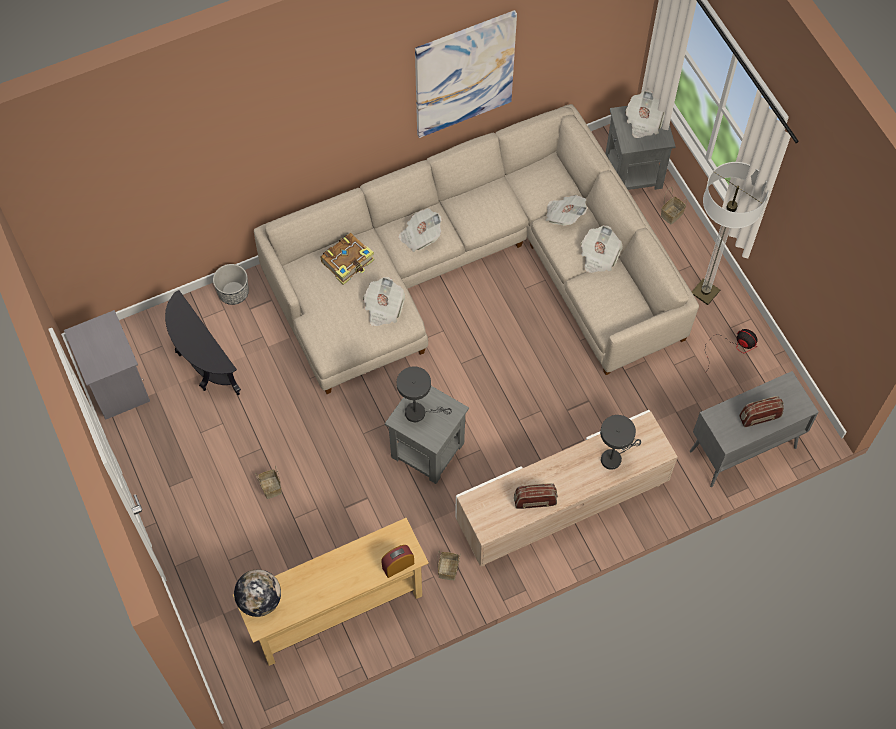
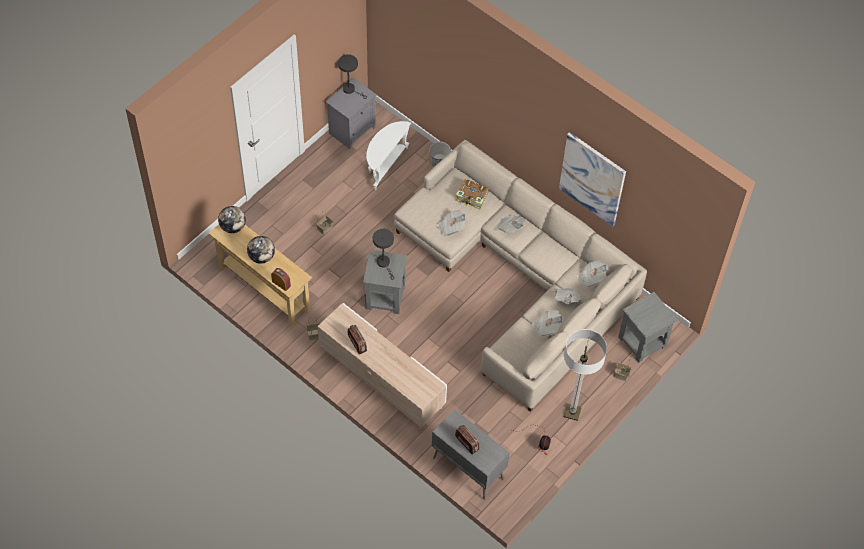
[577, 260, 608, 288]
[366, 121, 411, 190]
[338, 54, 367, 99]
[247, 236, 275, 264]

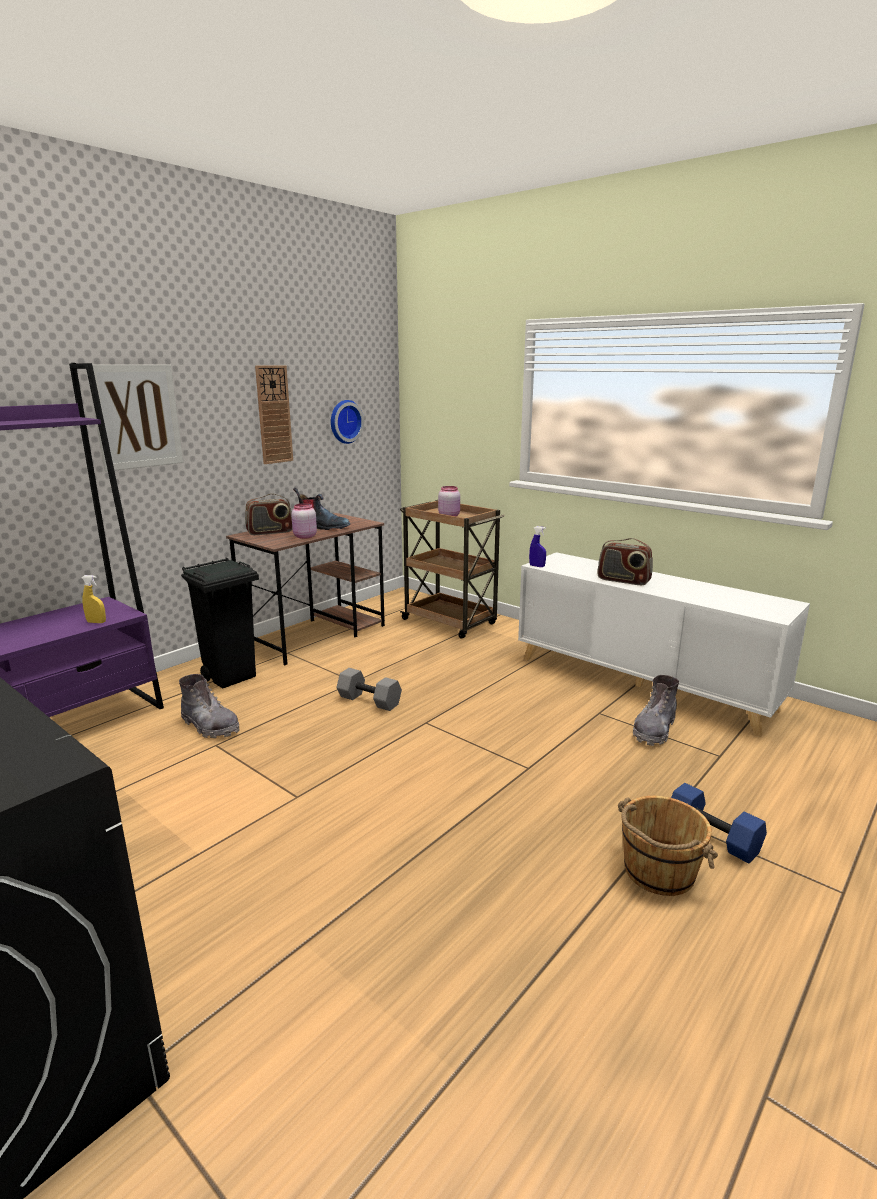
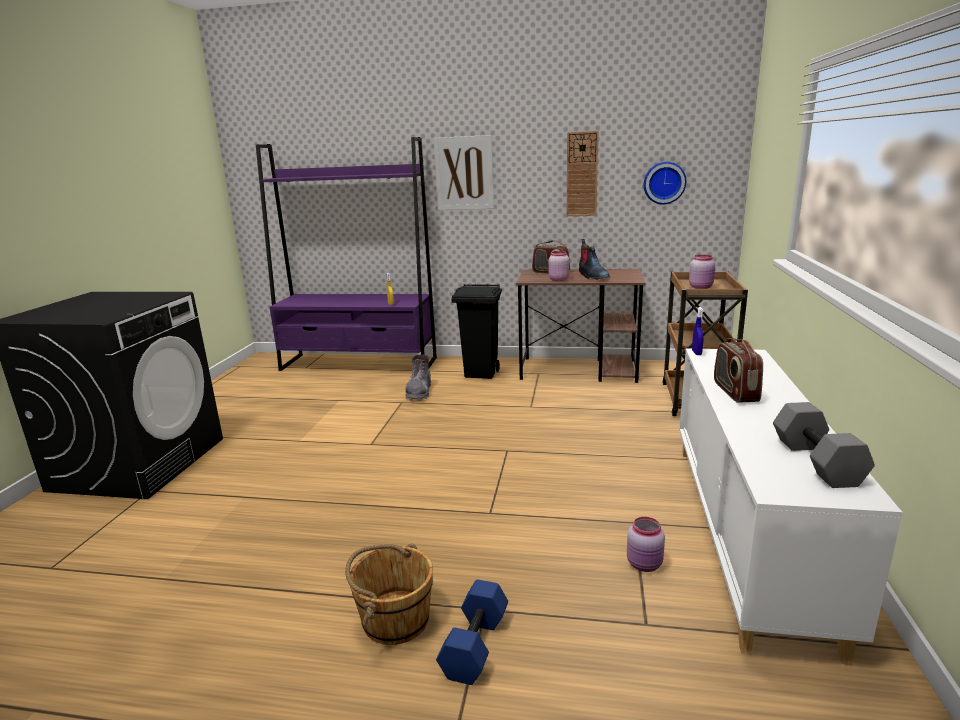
[773, 402, 875, 488]
[627, 517, 665, 572]

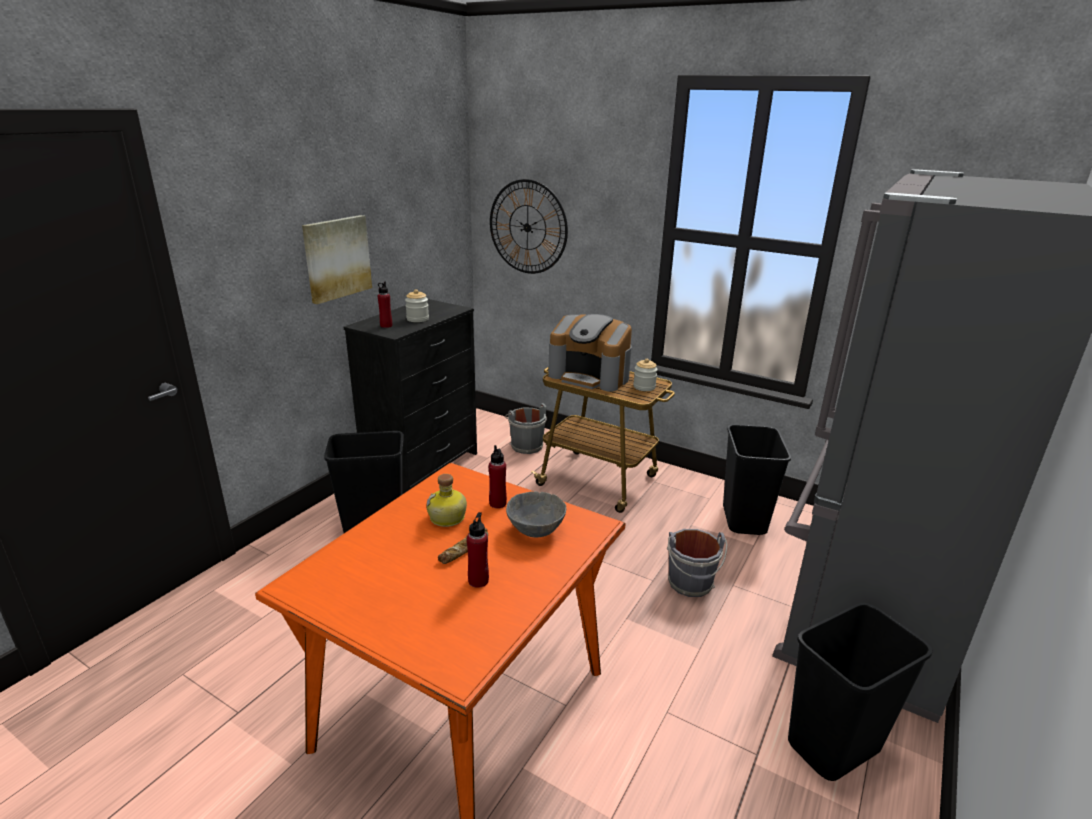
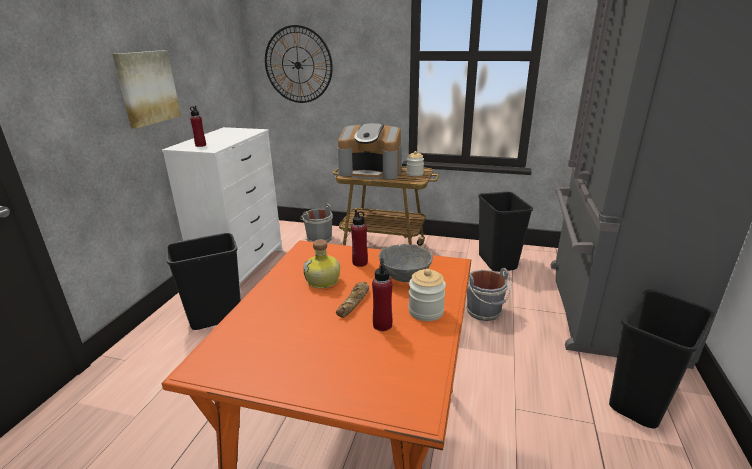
[408, 269, 446, 321]
[162, 127, 282, 292]

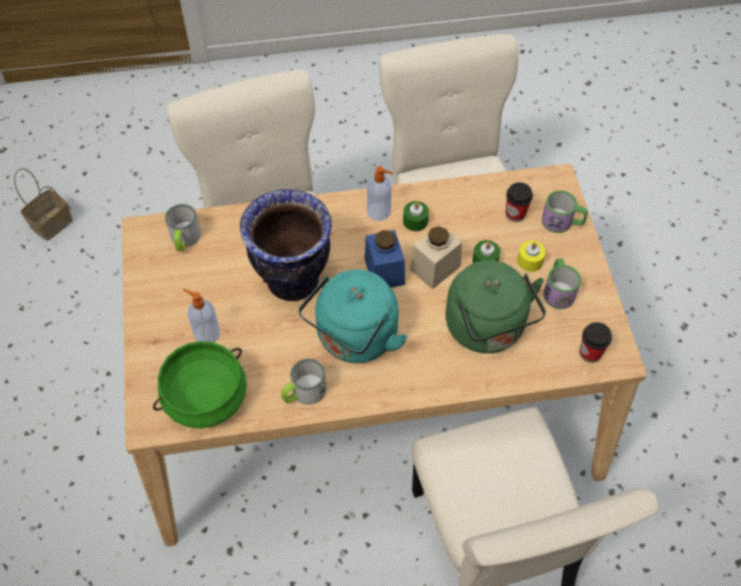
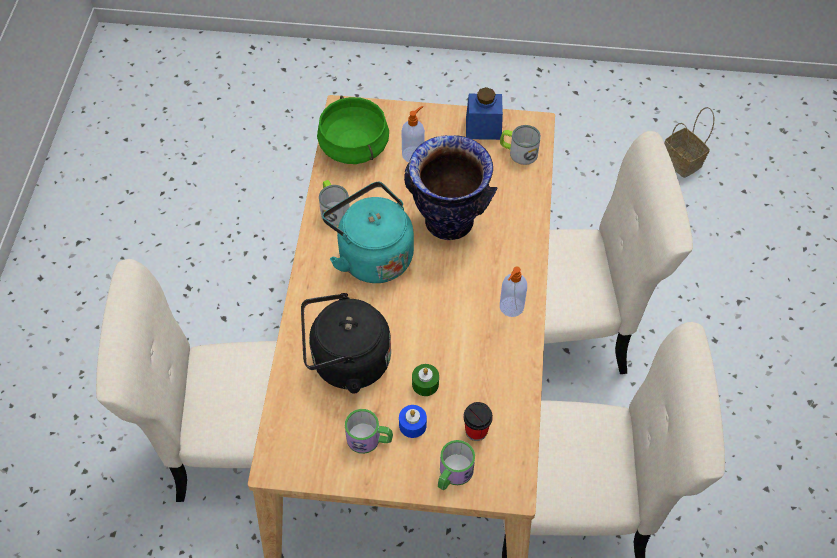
[403, 201, 429, 231] (first image)
[410, 225, 462, 289] (first image)
[466, 87, 503, 140]
[399, 405, 427, 438]
[301, 293, 391, 394]
[579, 322, 612, 363] (first image)

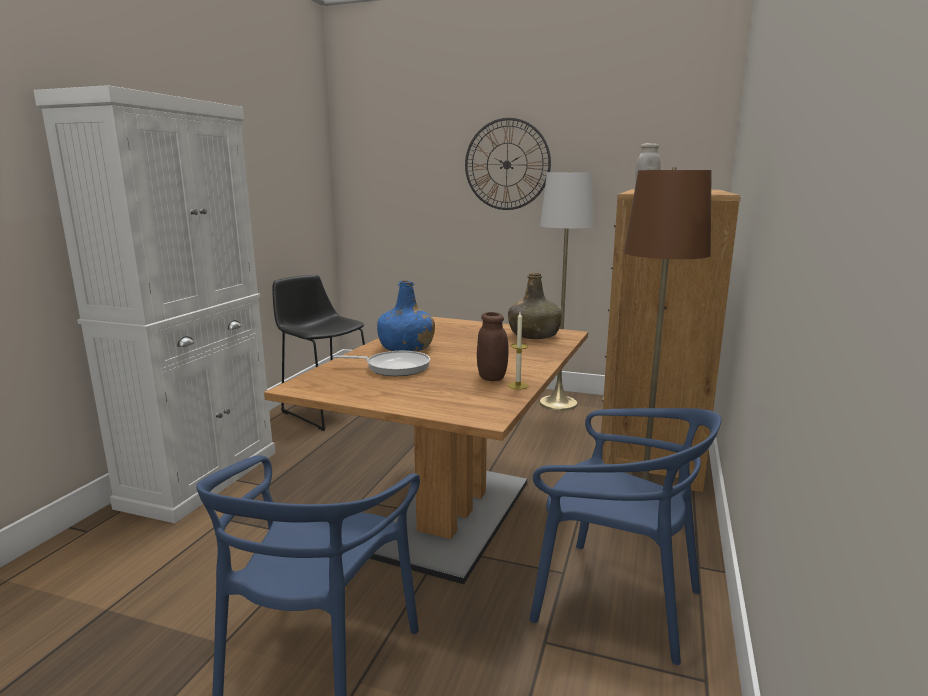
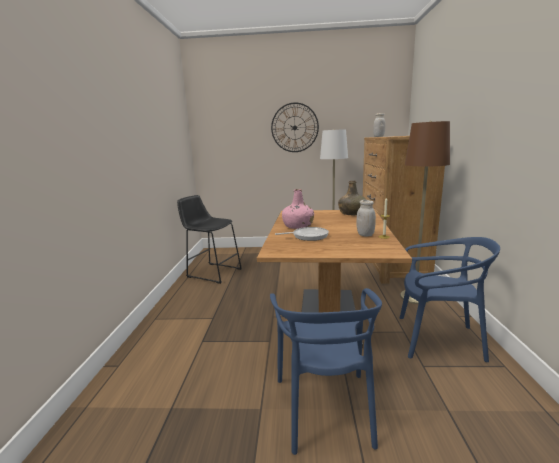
[33, 85, 276, 523] (first image)
[282, 189, 314, 229]
[357, 200, 376, 237]

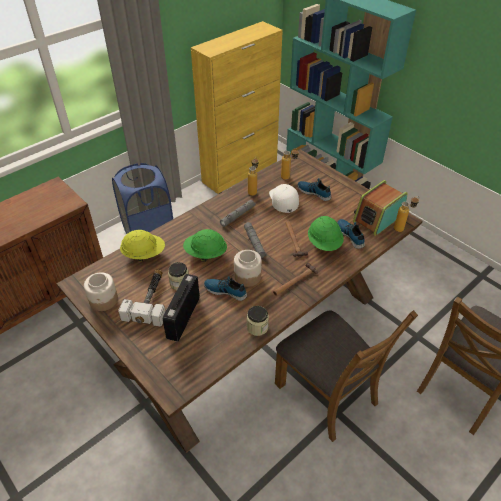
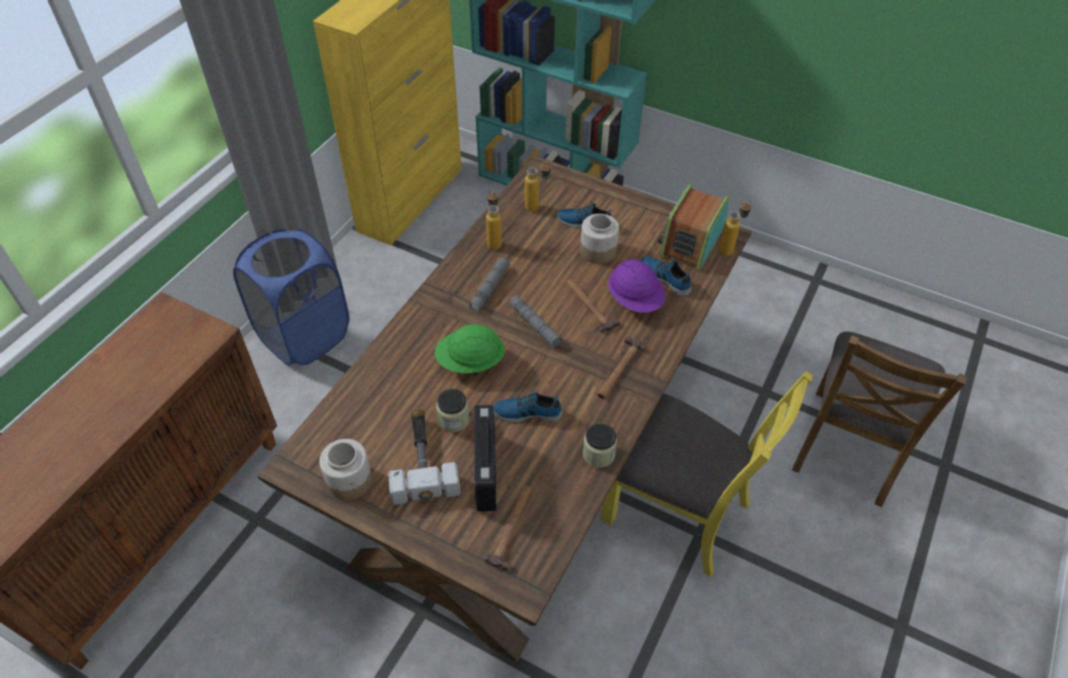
[269, 184, 299, 213] (first image)
[608, 259, 665, 313]
[120, 230, 165, 262] (first image)
[580, 214, 619, 264]
[600, 371, 814, 577]
[484, 485, 532, 571]

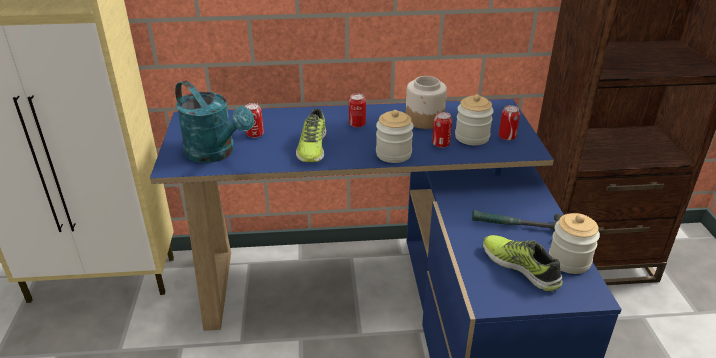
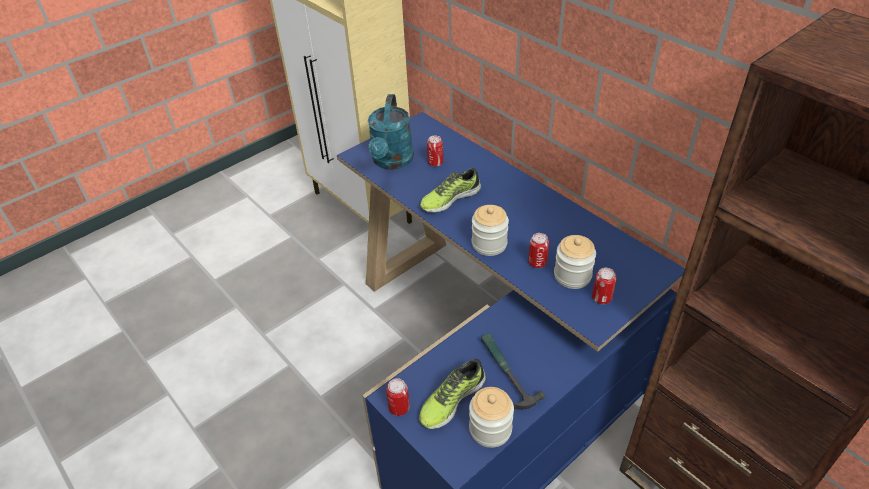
[406, 76, 447, 129] (first image)
[386, 378, 410, 416]
[419, 359, 486, 429]

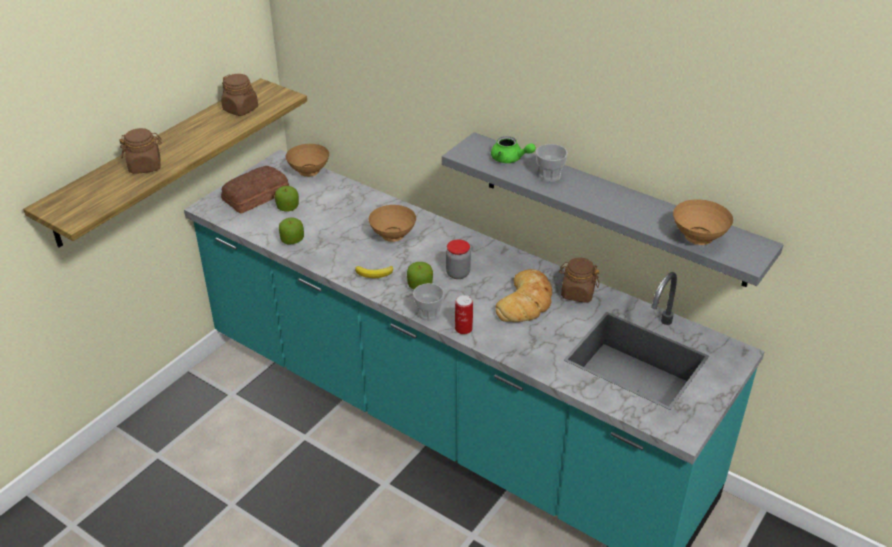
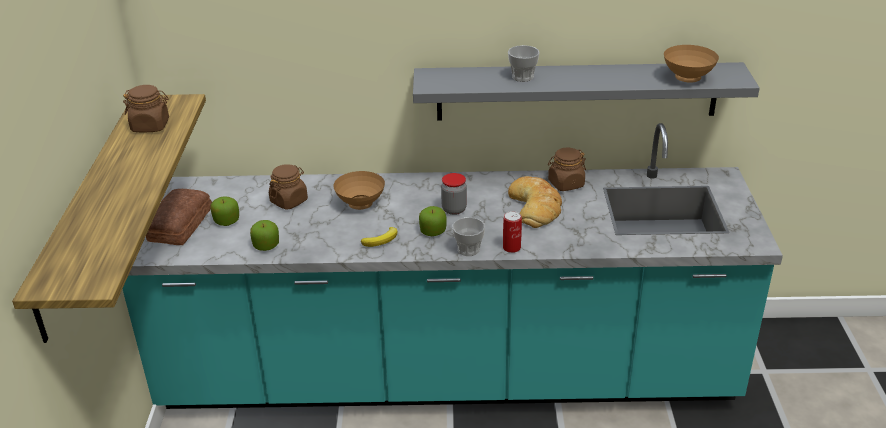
[269, 164, 308, 210]
[491, 136, 536, 163] (first image)
[286, 144, 329, 177] (first image)

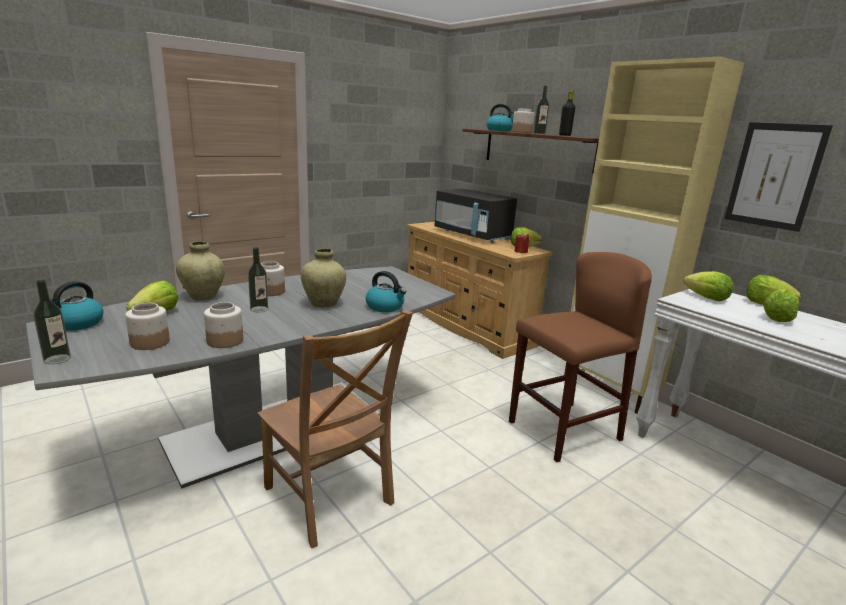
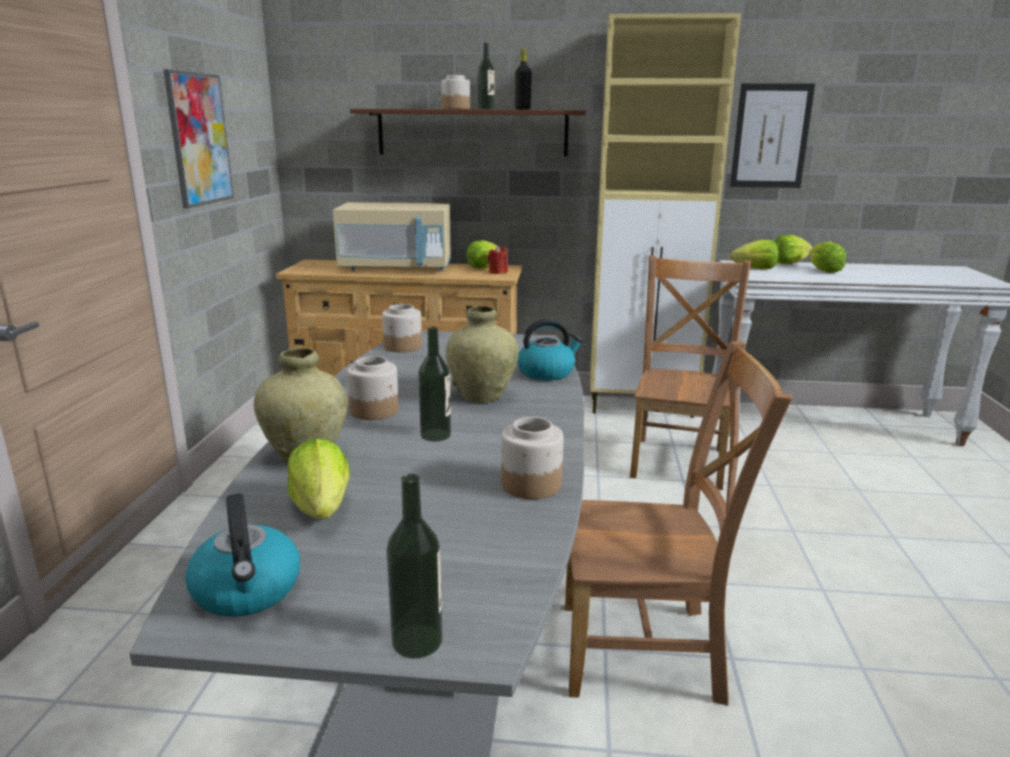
[486, 104, 514, 131] (first image)
[333, 202, 451, 271]
[630, 255, 751, 490]
[382, 304, 422, 353]
[163, 69, 234, 209]

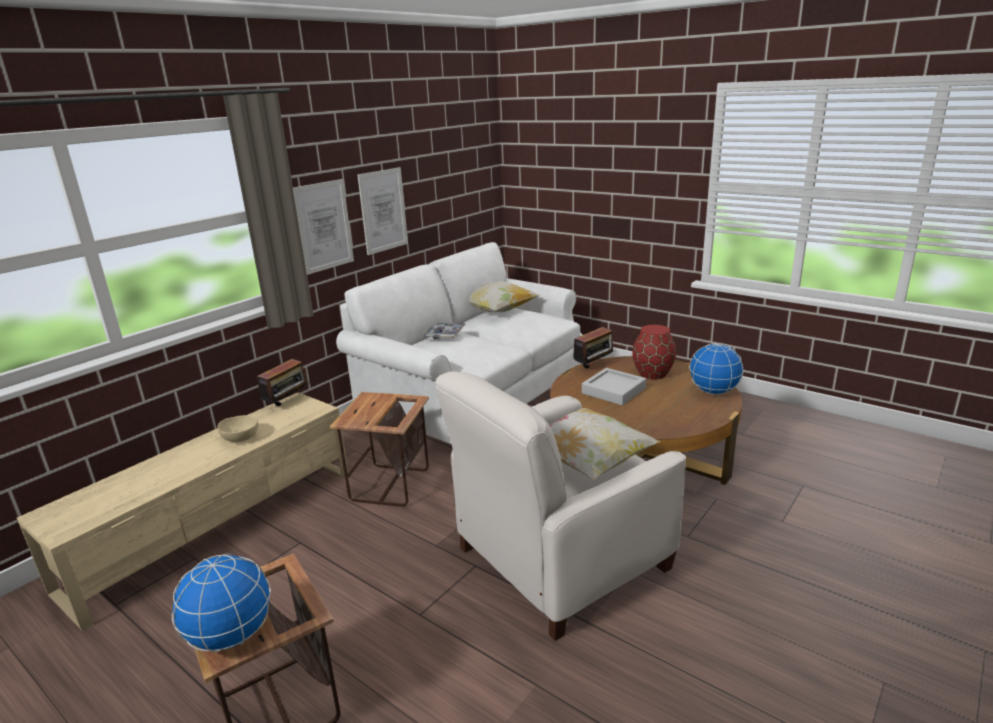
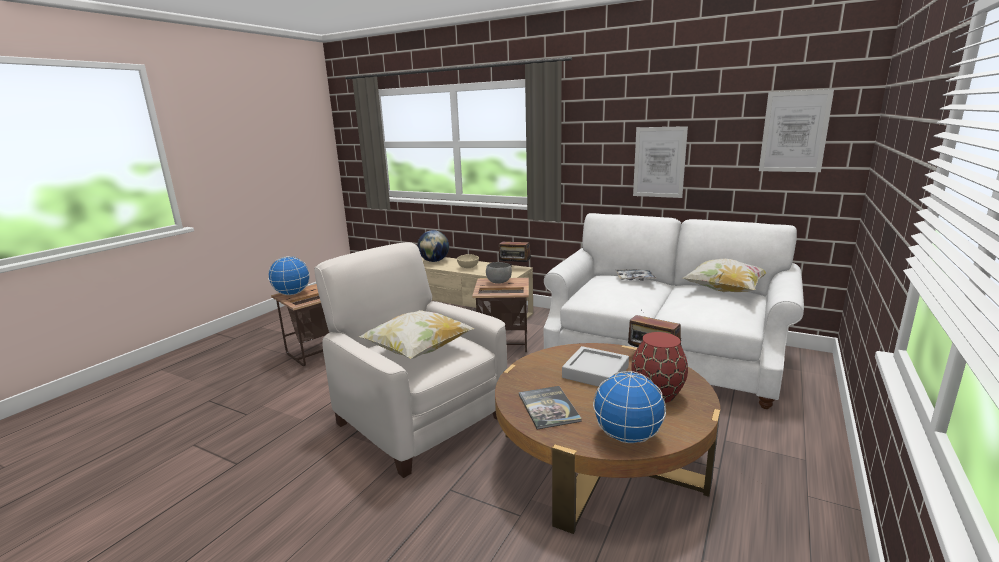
[759, 89, 834, 172]
[417, 230, 449, 262]
[486, 262, 512, 284]
[519, 386, 582, 429]

